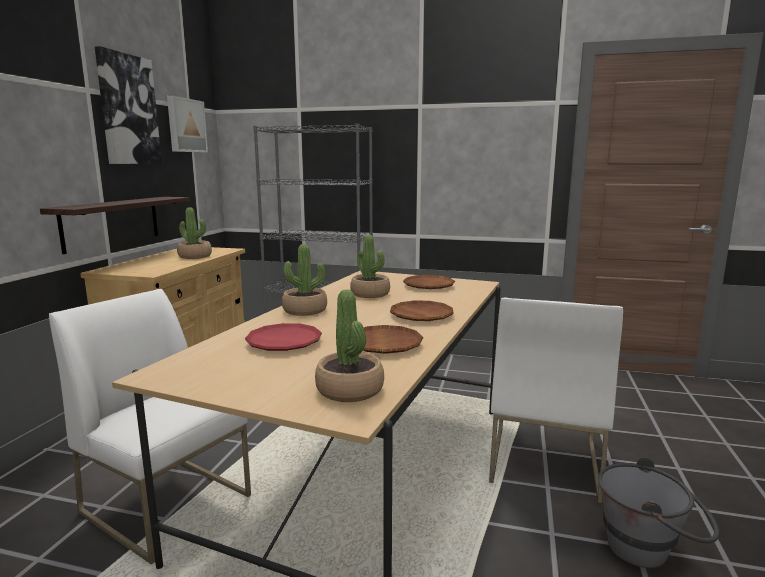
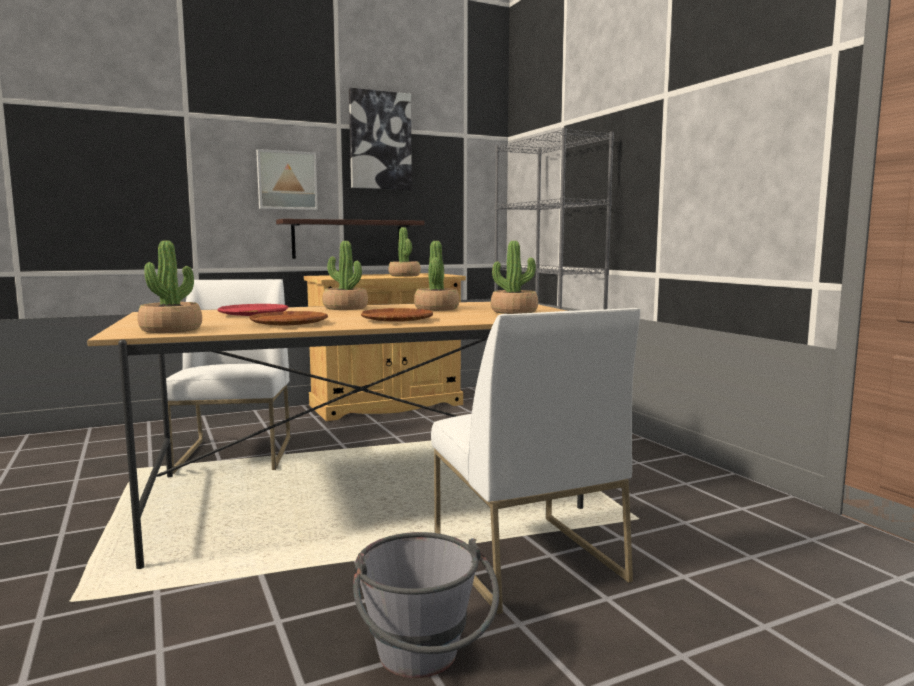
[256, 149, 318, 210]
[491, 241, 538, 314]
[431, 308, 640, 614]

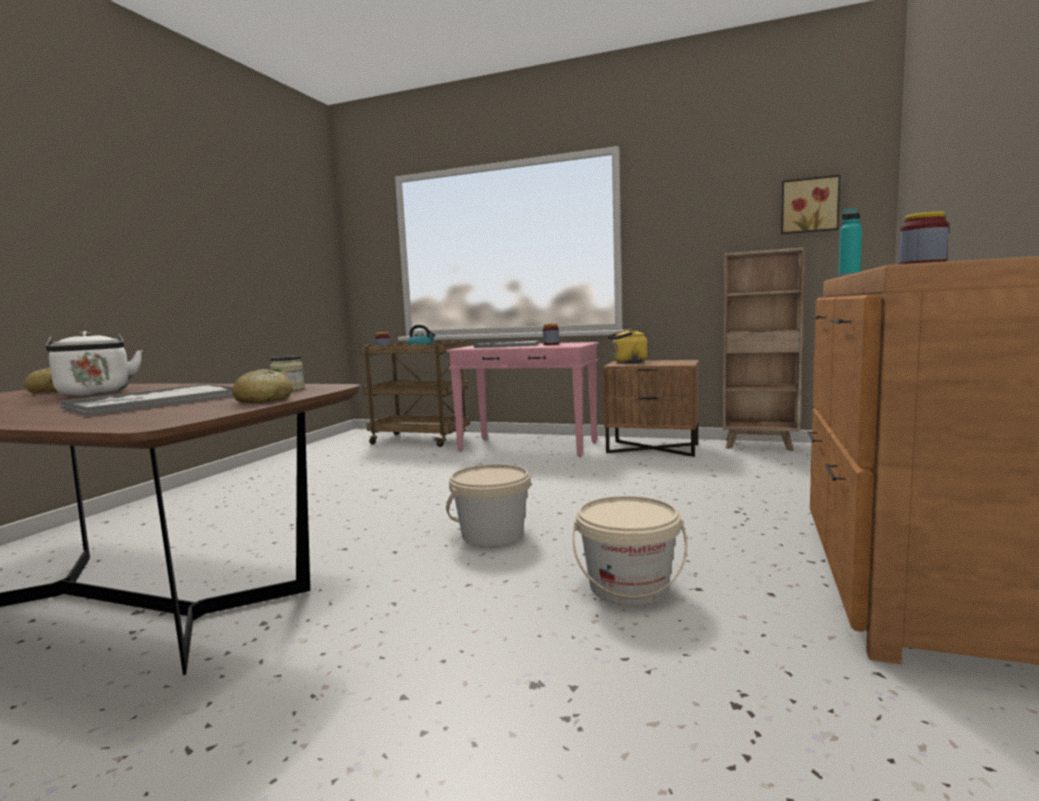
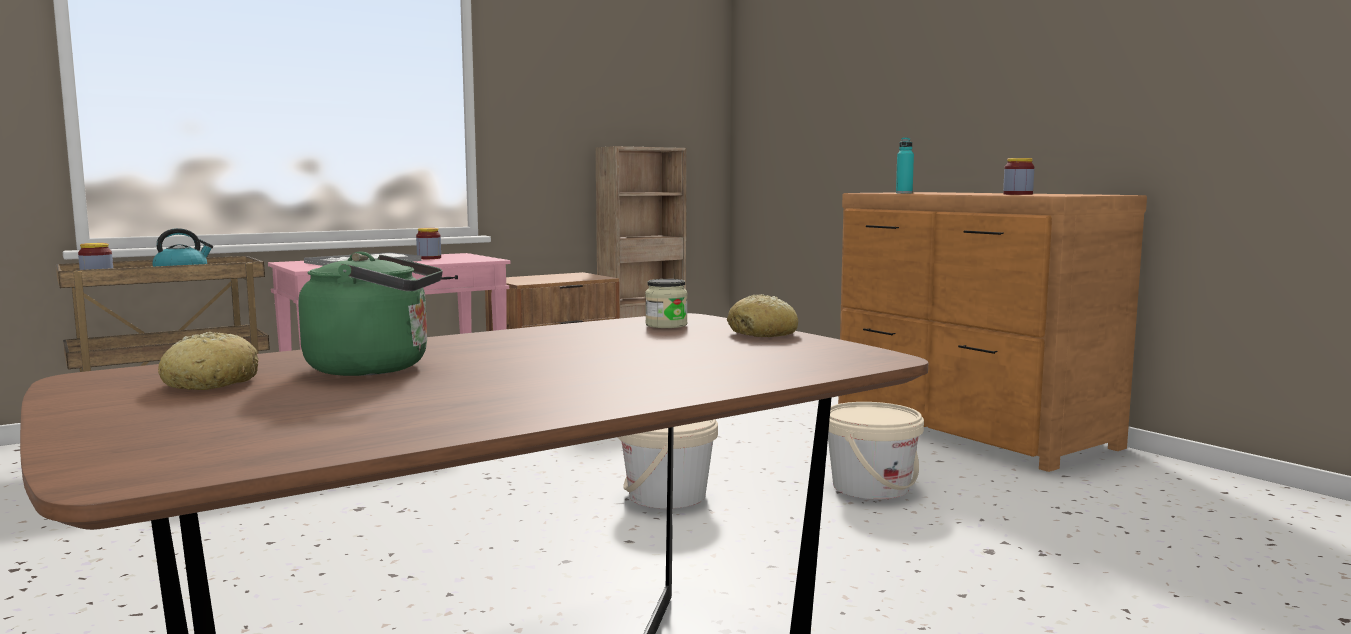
[781, 175, 841, 234] (first image)
[608, 329, 648, 363] (first image)
[298, 251, 443, 376]
[60, 384, 233, 416] (first image)

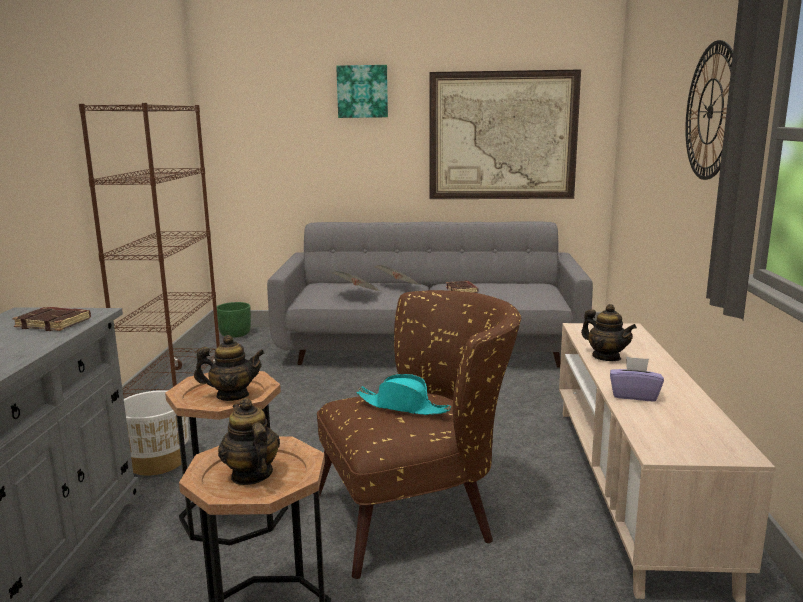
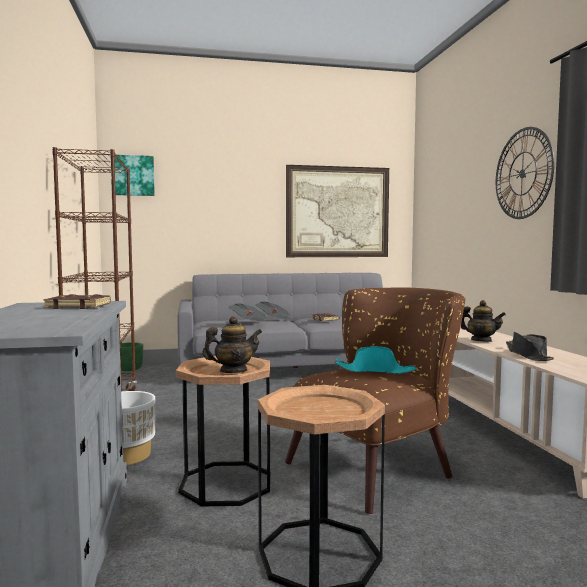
[114, 155, 155, 196]
[506, 332, 554, 361]
[218, 398, 280, 485] (first image)

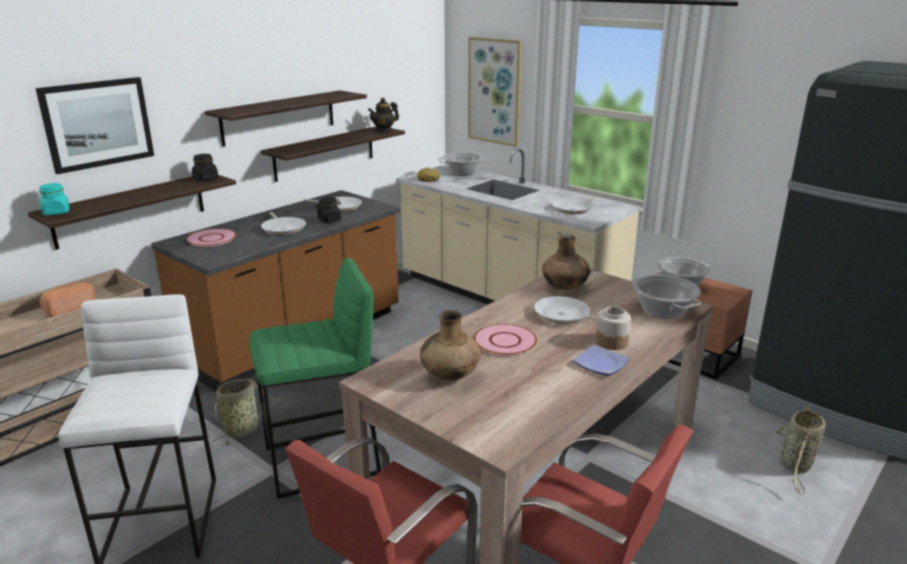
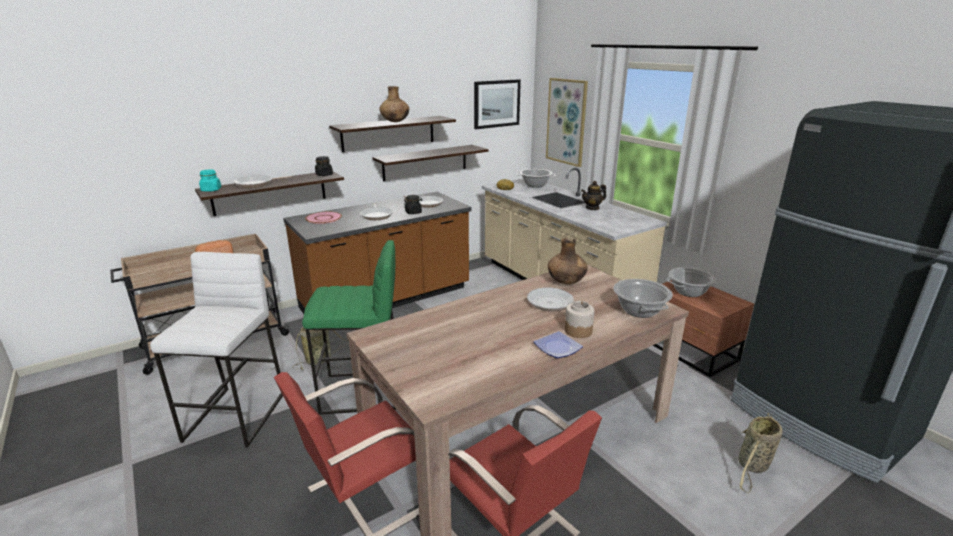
[474, 79, 521, 129]
[581, 181, 606, 210]
[233, 176, 292, 188]
[379, 86, 409, 122]
[474, 324, 537, 356] (first image)

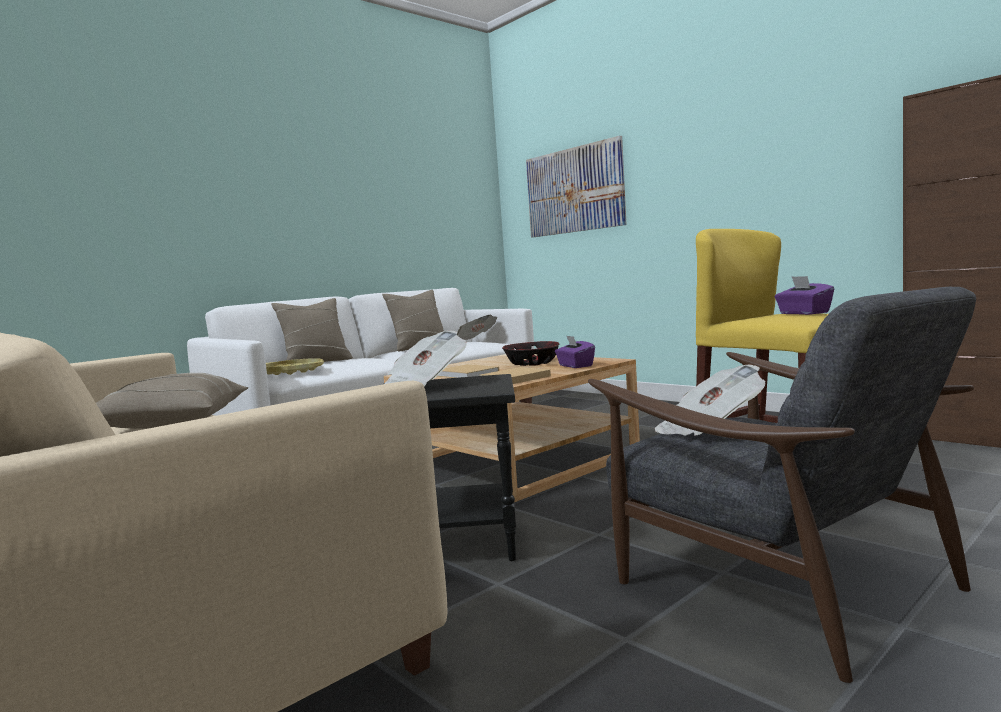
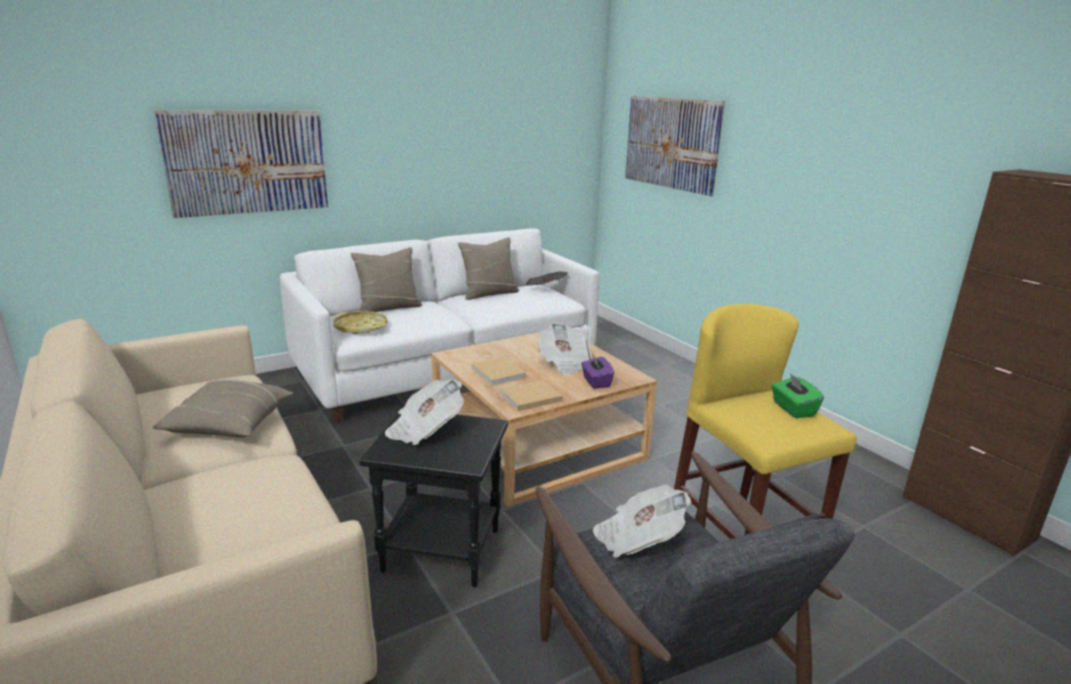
[771, 373, 824, 418]
[538, 323, 592, 376]
[154, 110, 328, 218]

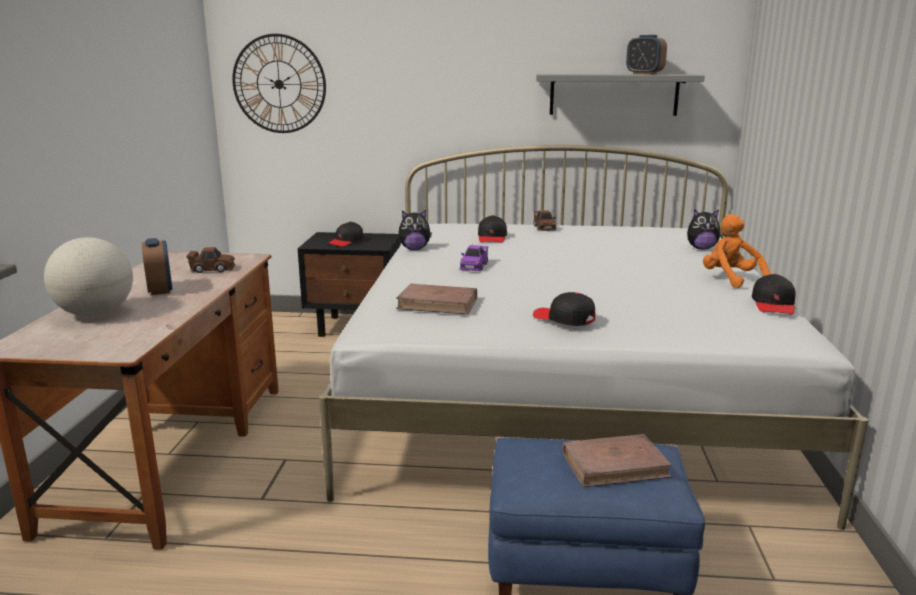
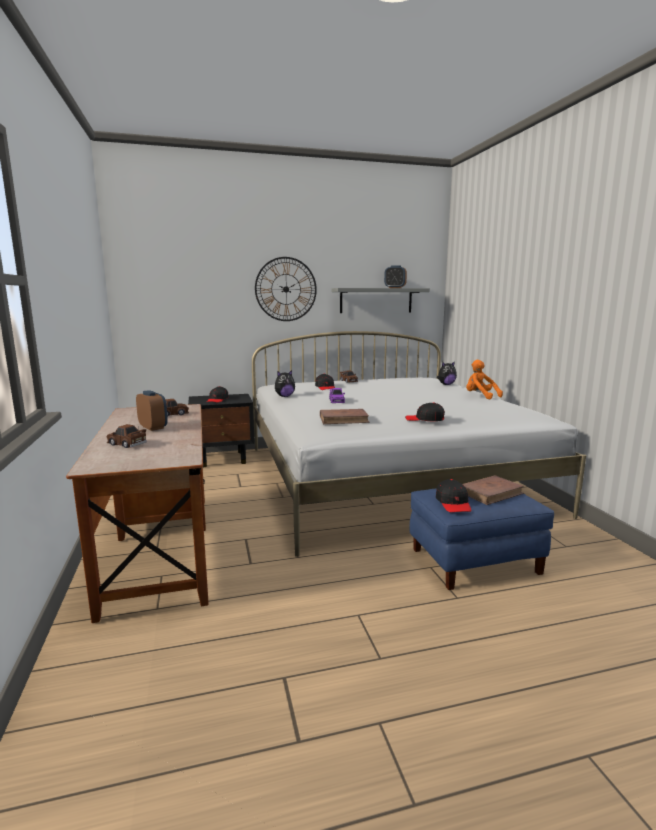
[255, 257, 317, 321]
[107, 424, 146, 448]
[436, 479, 471, 512]

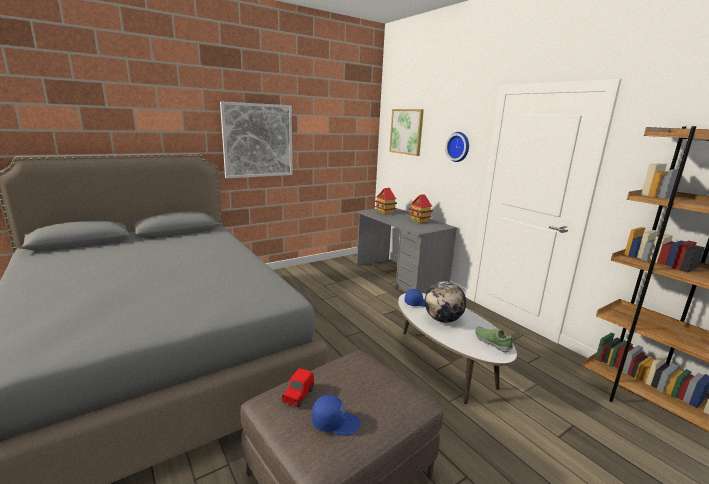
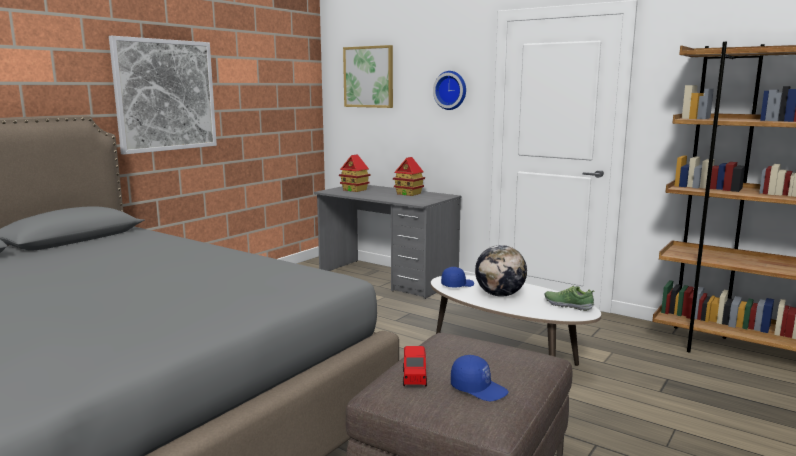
[451, 355, 509, 401]

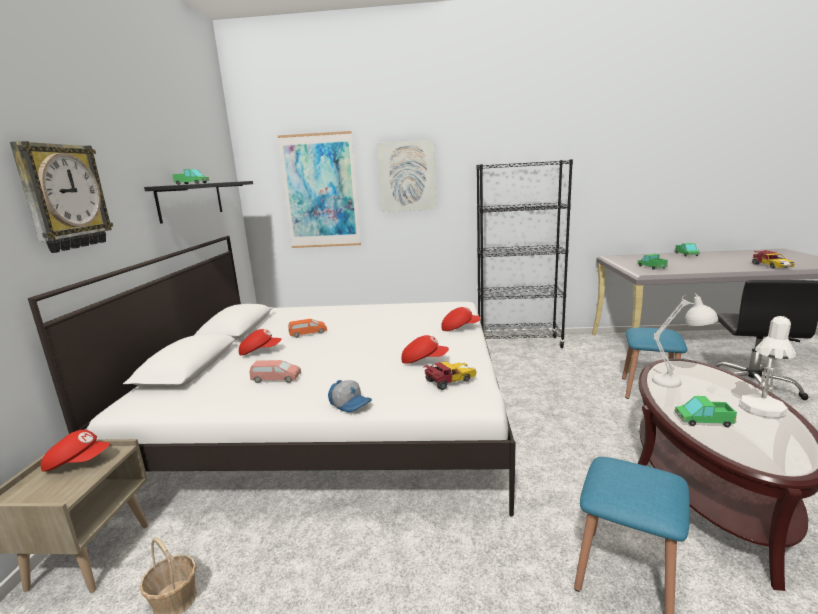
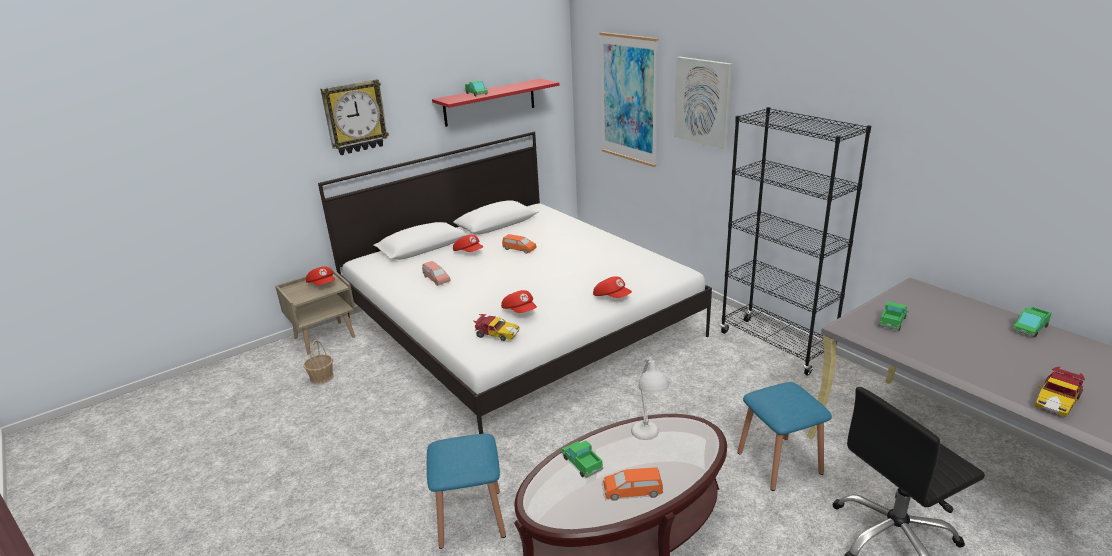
[432, 79, 559, 127]
[603, 467, 663, 501]
[328, 380, 372, 412] (first image)

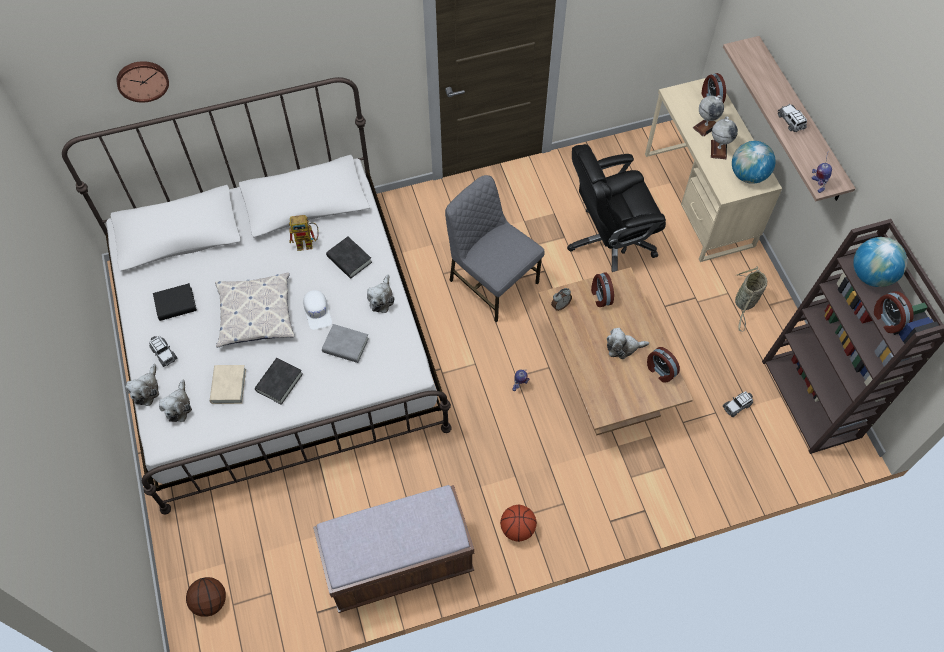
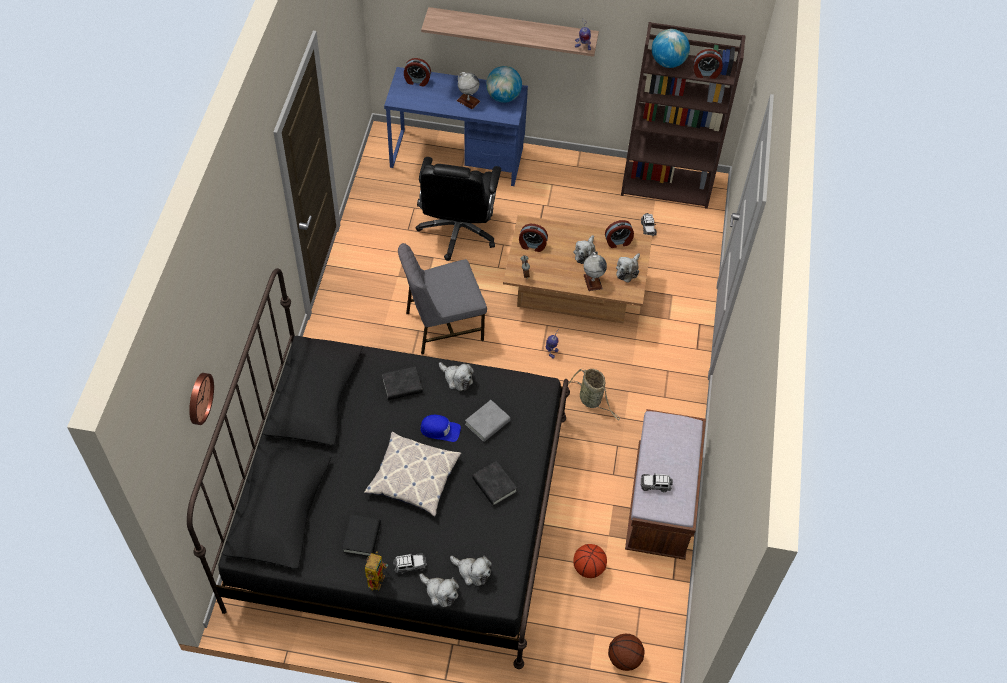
[187, 268, 570, 669]
[384, 67, 528, 186]
[583, 252, 607, 291]
[641, 473, 673, 492]
[365, 551, 388, 590]
[568, 369, 620, 420]
[420, 415, 461, 442]
[210, 365, 246, 404] (first image)
[573, 544, 607, 578]
[616, 253, 640, 283]

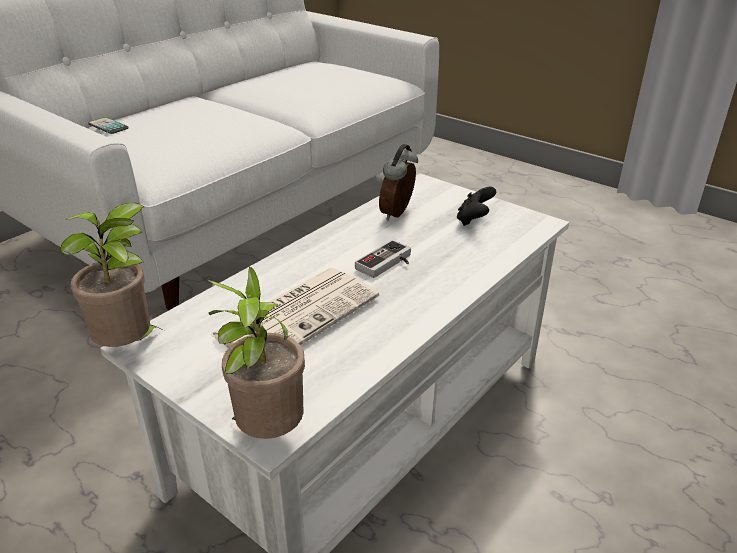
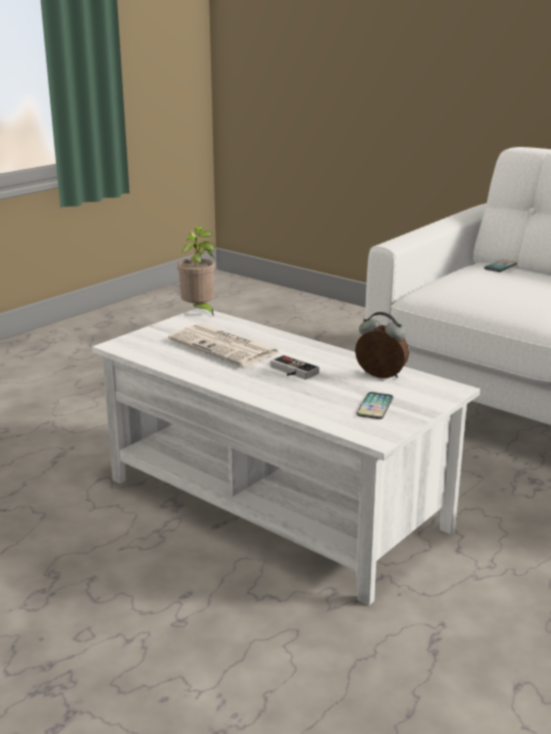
[356, 392, 394, 419]
[207, 267, 305, 439] (first image)

